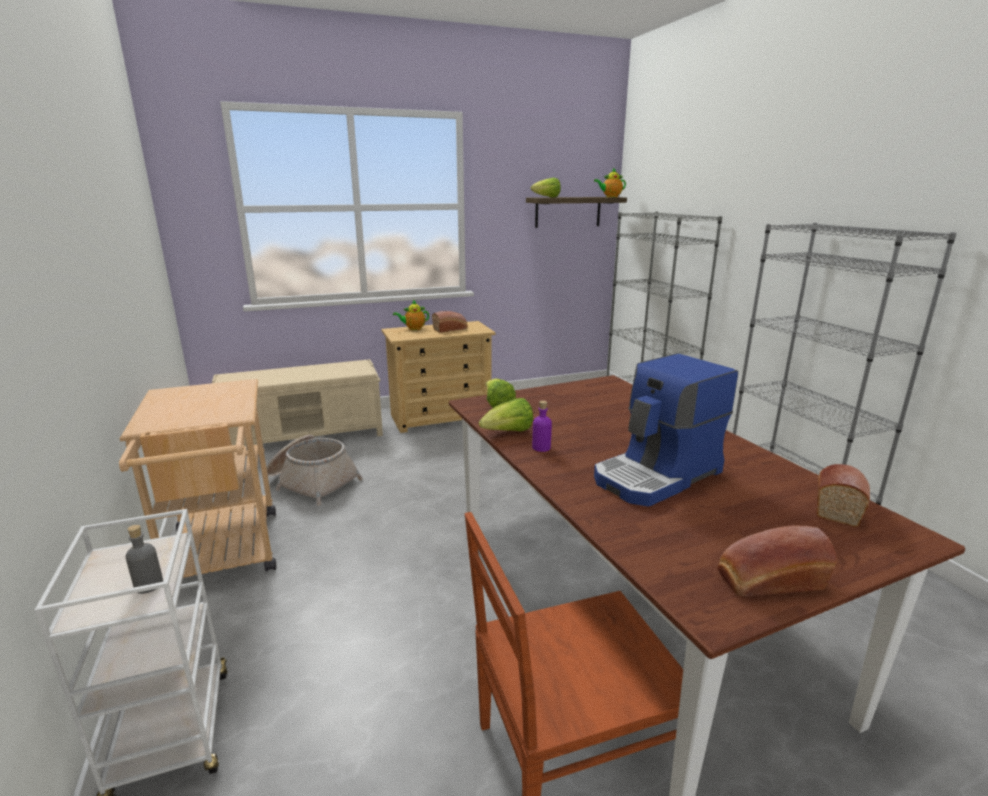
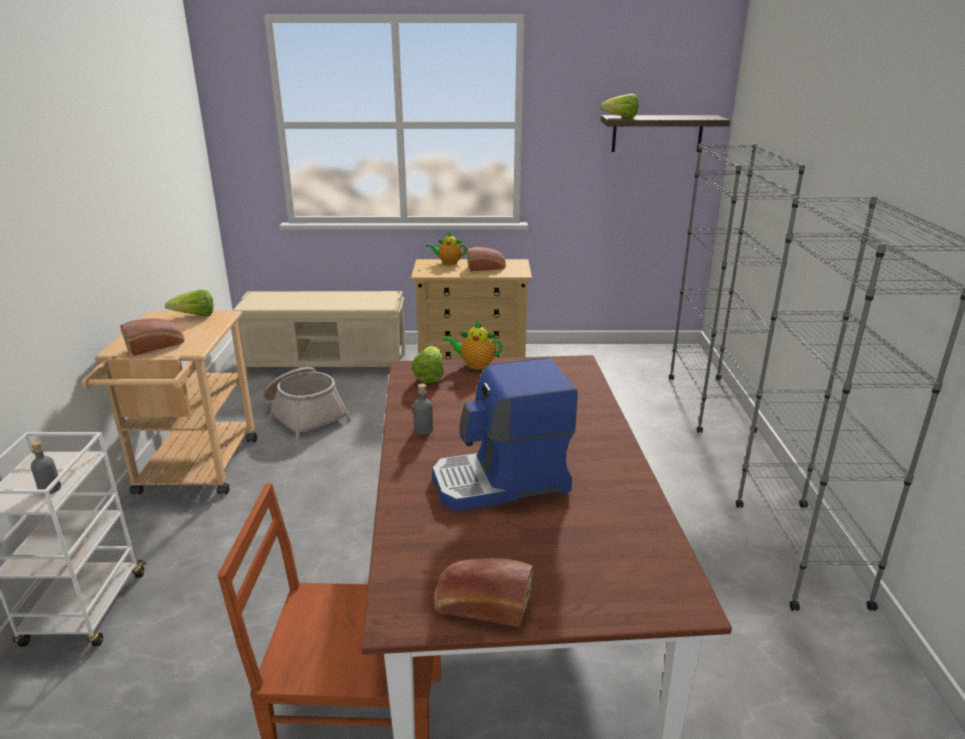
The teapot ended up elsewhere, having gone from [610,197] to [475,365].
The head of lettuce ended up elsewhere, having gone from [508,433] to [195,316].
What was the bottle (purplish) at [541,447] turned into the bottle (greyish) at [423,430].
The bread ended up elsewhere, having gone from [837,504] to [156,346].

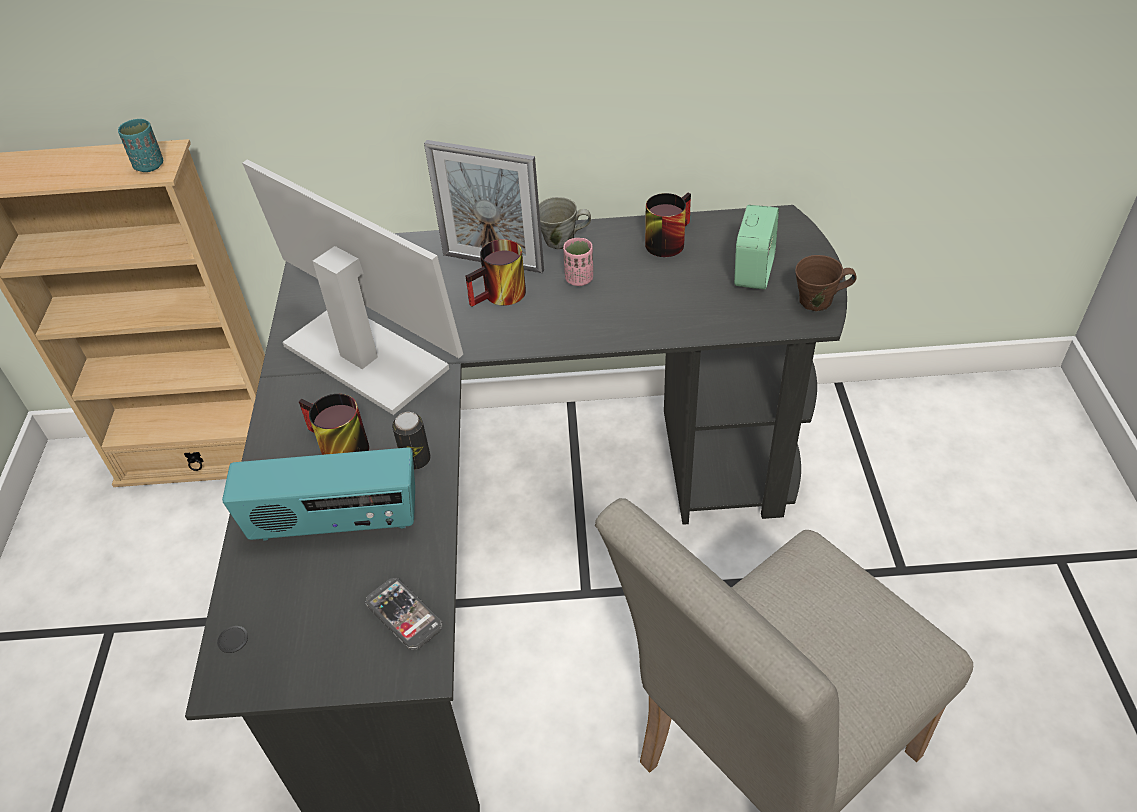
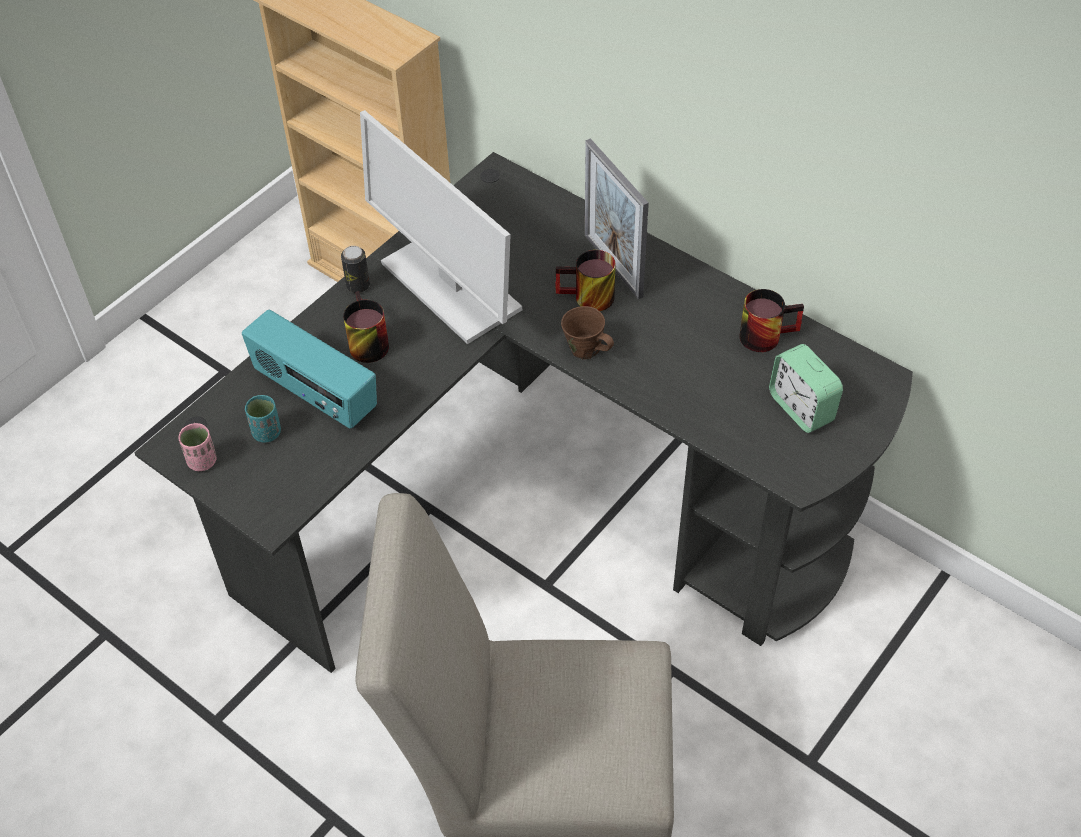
The drinking cup (turquoise-coloured) ended up elsewhere, having gone from [149,166] to [267,433].
The computer screen at [367,357] ended up facing another way, 150 degrees clockwise from before.
The second view lost the coffee mug (greyish) at [561,241].
The table clock at [753,271] ended up facing another way, 90 degrees clockwise from before.
The drinking cup (pink) ended up elsewhere, having gone from [579,279] to [202,461].
The coffee mug (brown) ended up elsewhere, having gone from [818,301] to [586,350].
The sealed can ended up elsewhere, having gone from [416,460] to [358,286].
The second view lost the phone at [404,615].

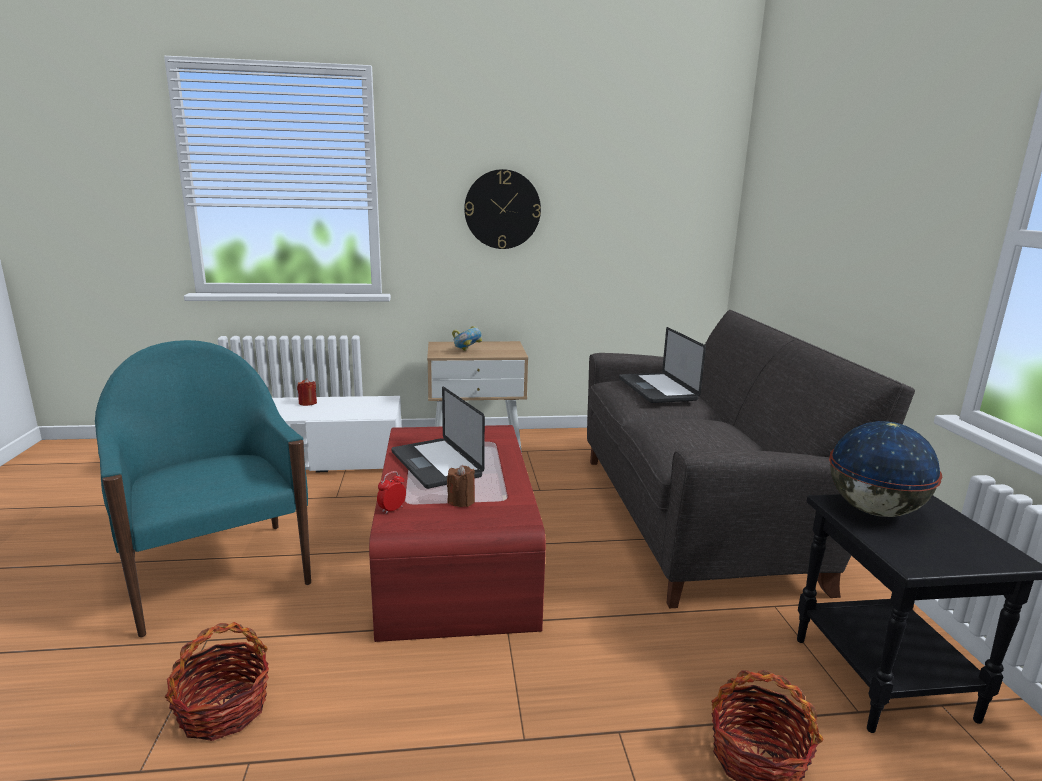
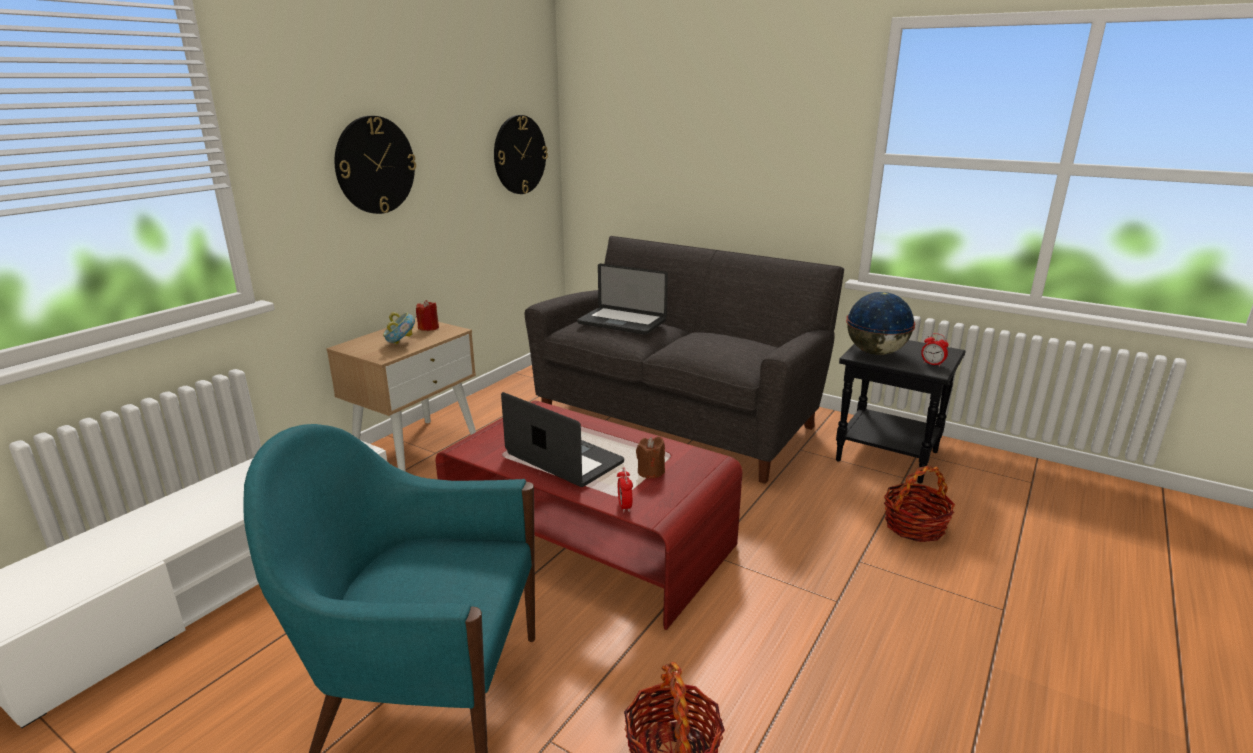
The candle (reddish) ended up elsewhere, having gone from [307,403] to [428,328].
The notebook computer at [436,464] ended up facing another way, 150 degrees counterclockwise from before.
The second view gained the wall clock at [519,155].
The second view gained the table clock at [932,364].

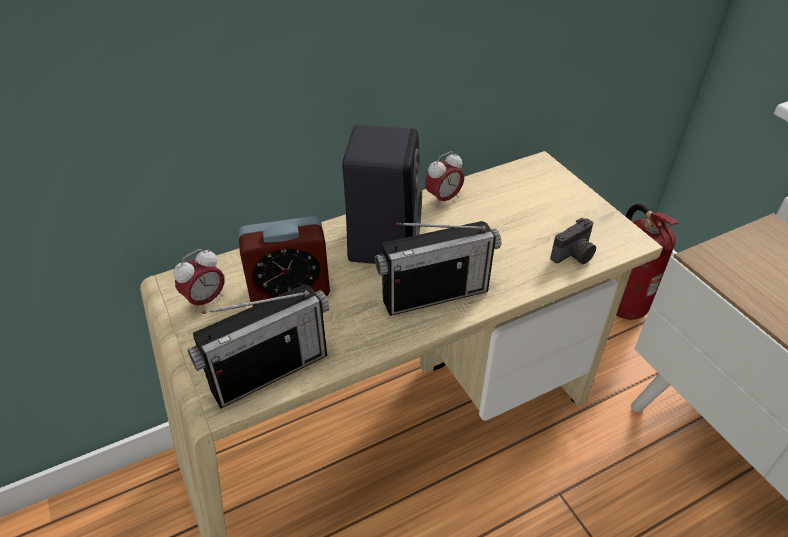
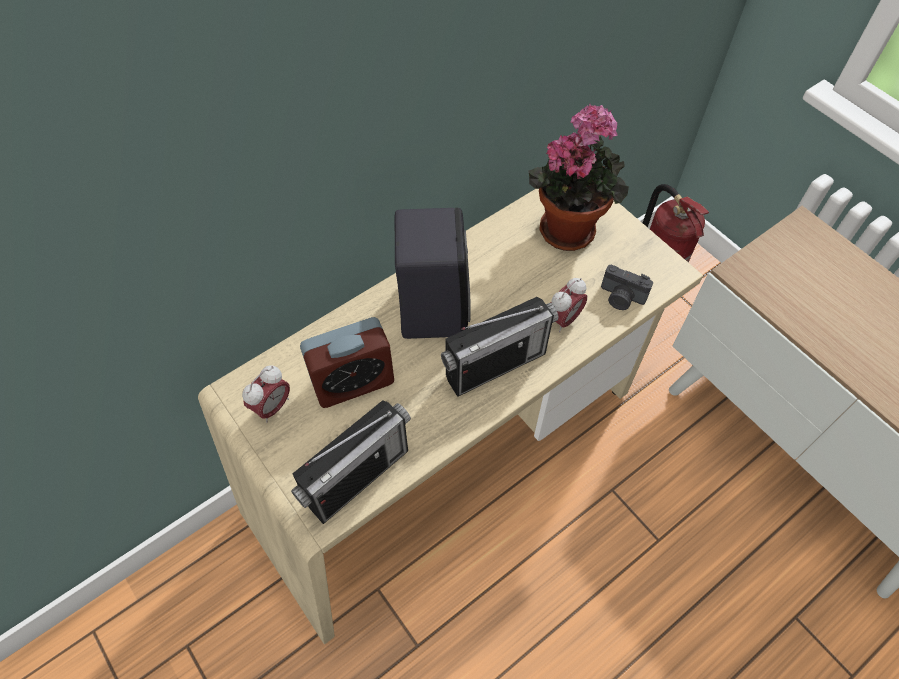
The table clock ended up elsewhere, having gone from [443,199] to [563,319].
The still camera at [574,255] ended up facing another way, 75 degrees clockwise from before.
The second view gained the plant in a pot at [569,226].

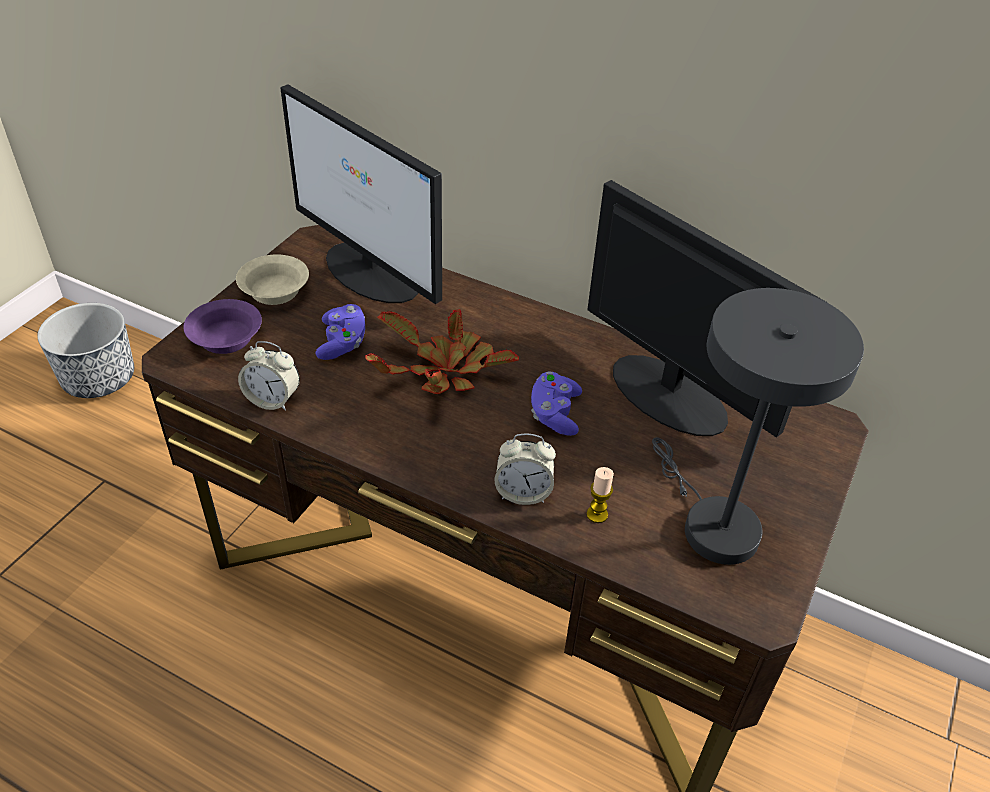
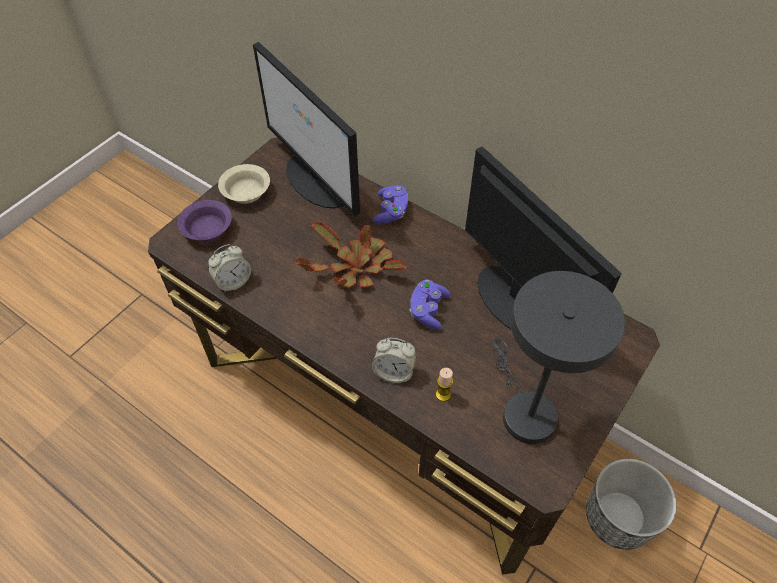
The planter ended up elsewhere, having gone from [98,379] to [617,518].
The game controller (purplish) ended up elsewhere, having gone from [342,343] to [391,212].
The table clock at [273,400] ended up facing another way, 60 degrees counterclockwise from before.

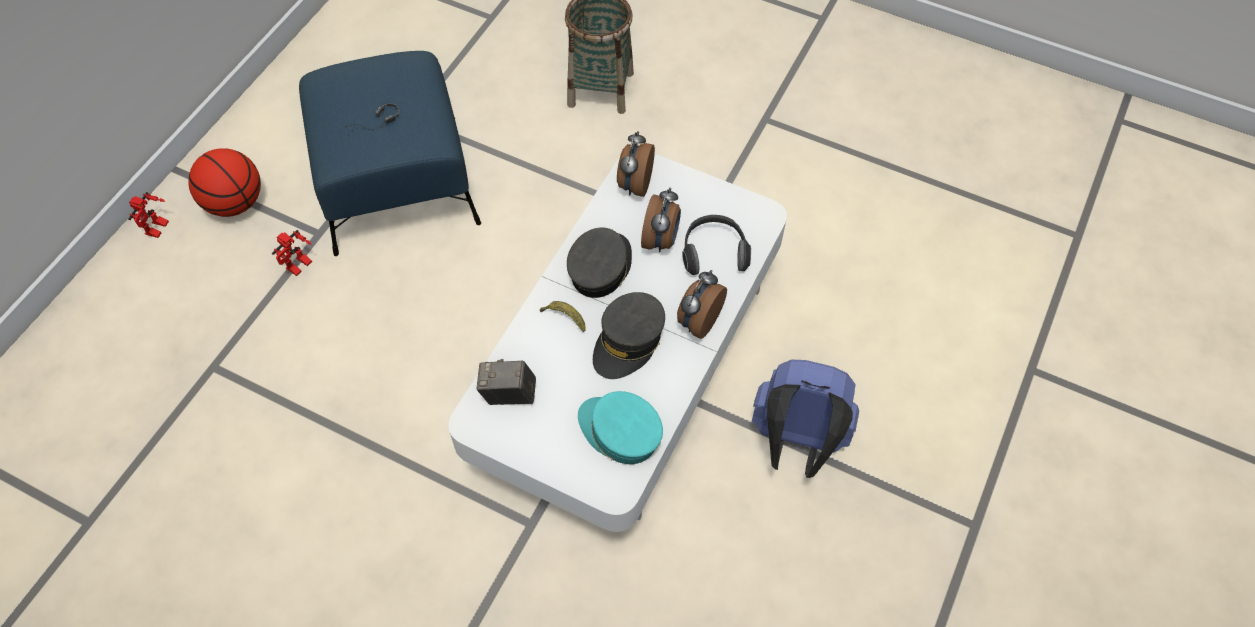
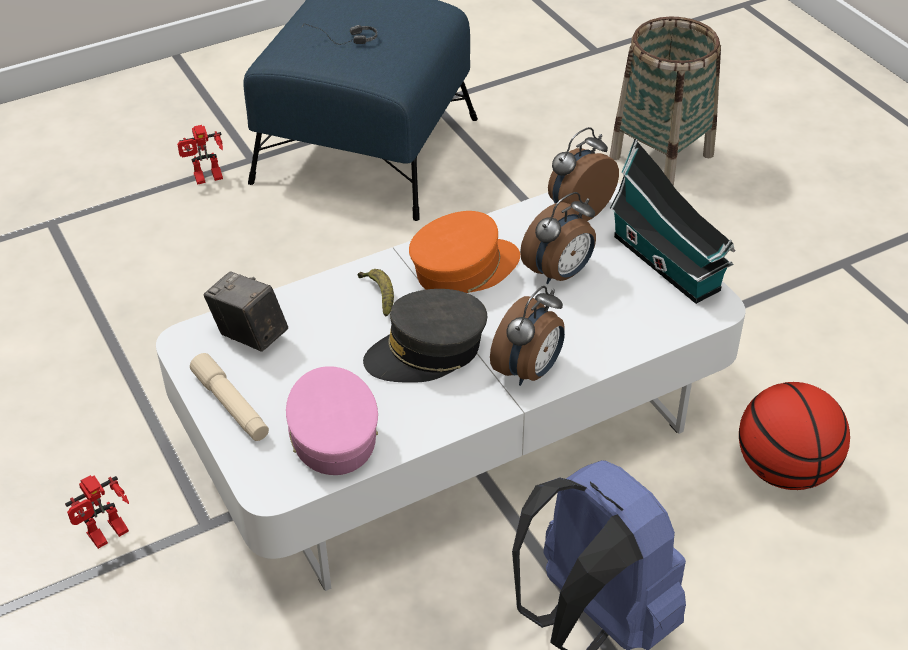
The basketball ended up elsewhere, having gone from [235,203] to [784,470].
The model robot ended up elsewhere, having gone from [158,230] to [107,537].
The second view lost the headphones at [714,253].
What was the peaked cap (greyish) at [600,268] turned into the peaked cap (orange) at [464,269].
The table clock at [698,321] ended up facing another way, 150 degrees clockwise from before.
What was the peaked cap (turquoise-coloured) at [619,433] turned into the peaked cap (pink) at [331,433].
The second view gained the toy house at [669,266].
The second view gained the flashlight (beige-coloured) at [231,405].

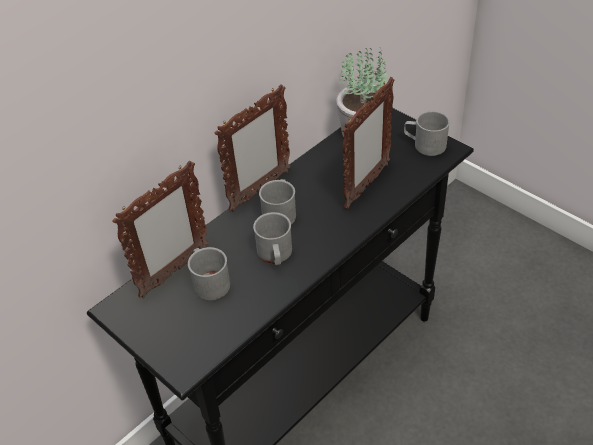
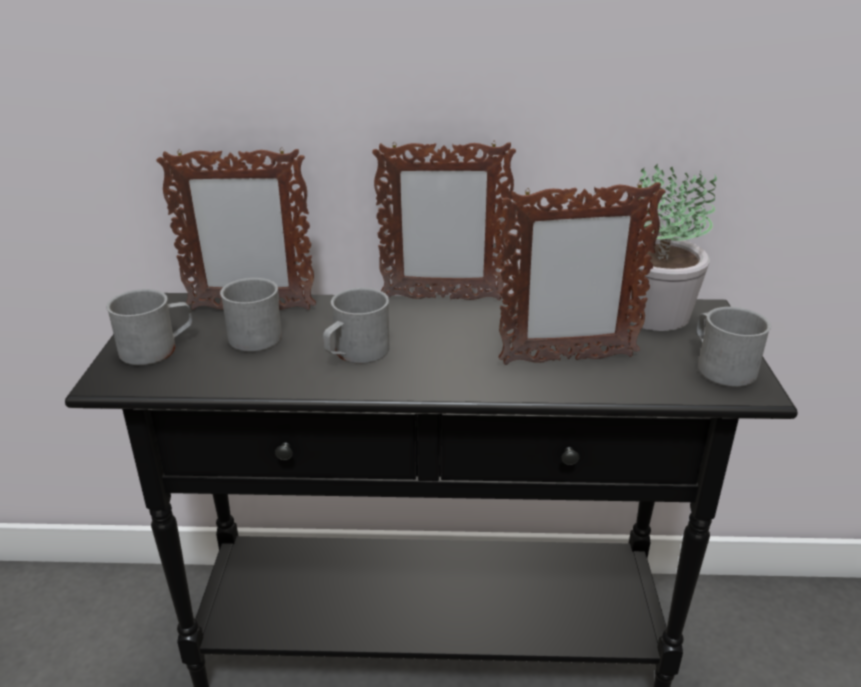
The coffee mug (greyish) ended up elsewhere, having gone from [280,213] to [157,348].

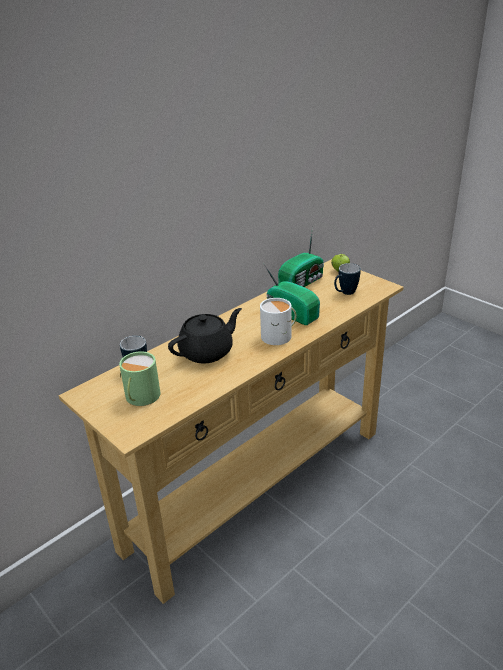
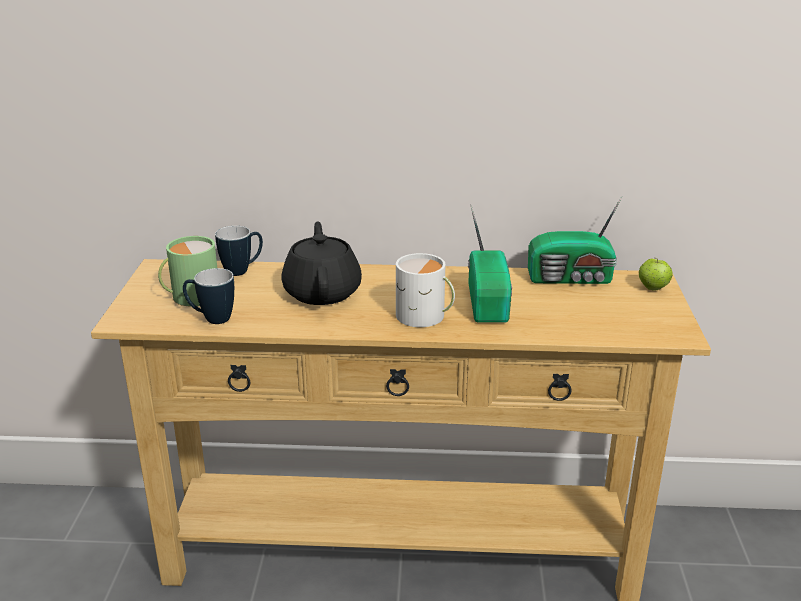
The coffee mug ended up elsewhere, having gone from [345,293] to [211,319].
The teapot (black) at [207,352] ended up facing another way, 105 degrees counterclockwise from before.

